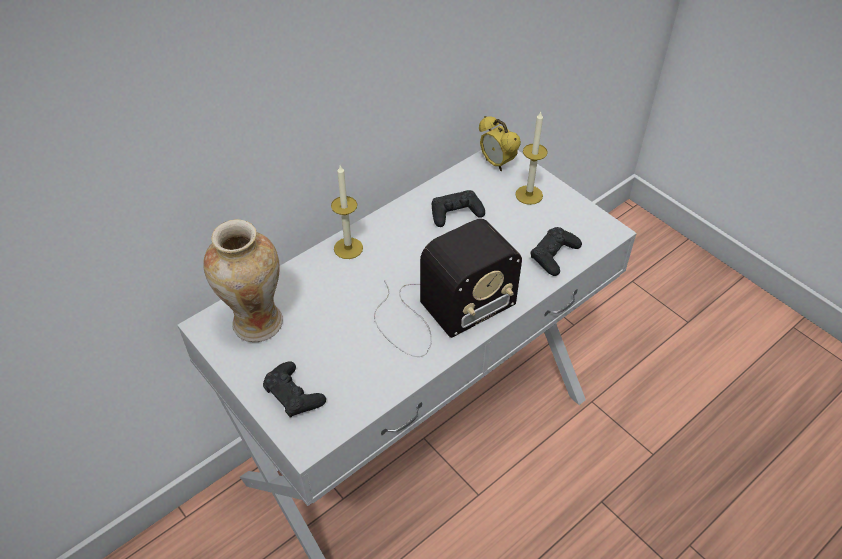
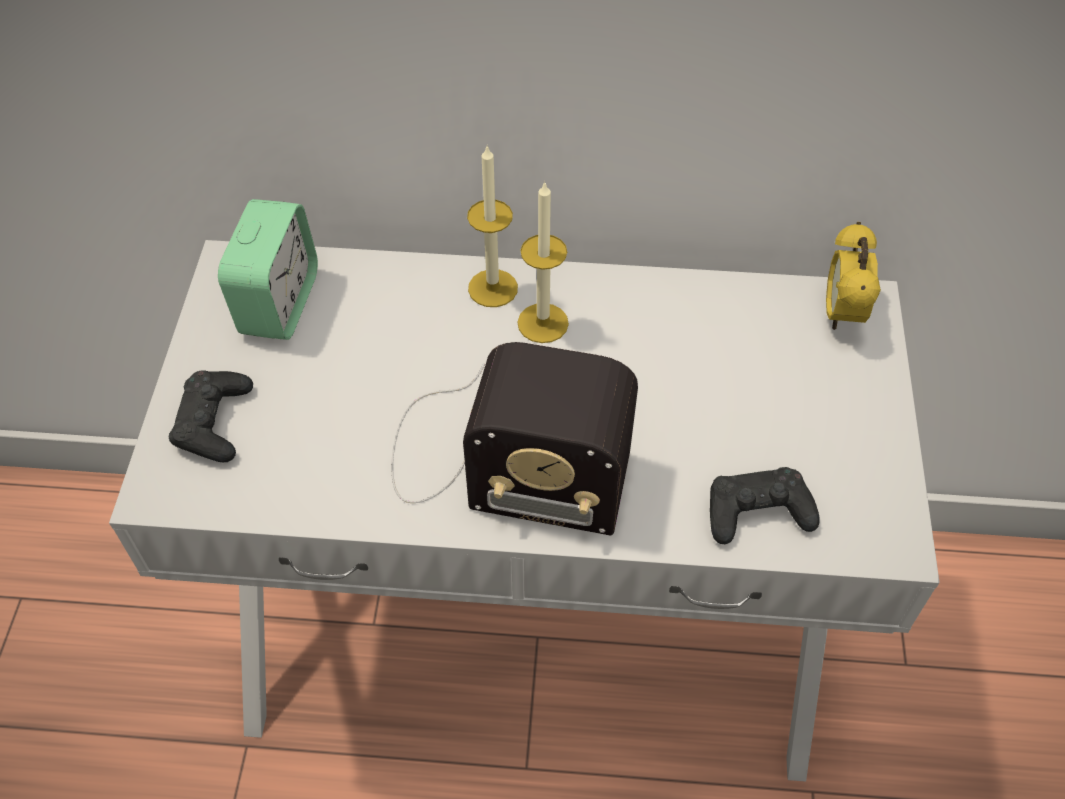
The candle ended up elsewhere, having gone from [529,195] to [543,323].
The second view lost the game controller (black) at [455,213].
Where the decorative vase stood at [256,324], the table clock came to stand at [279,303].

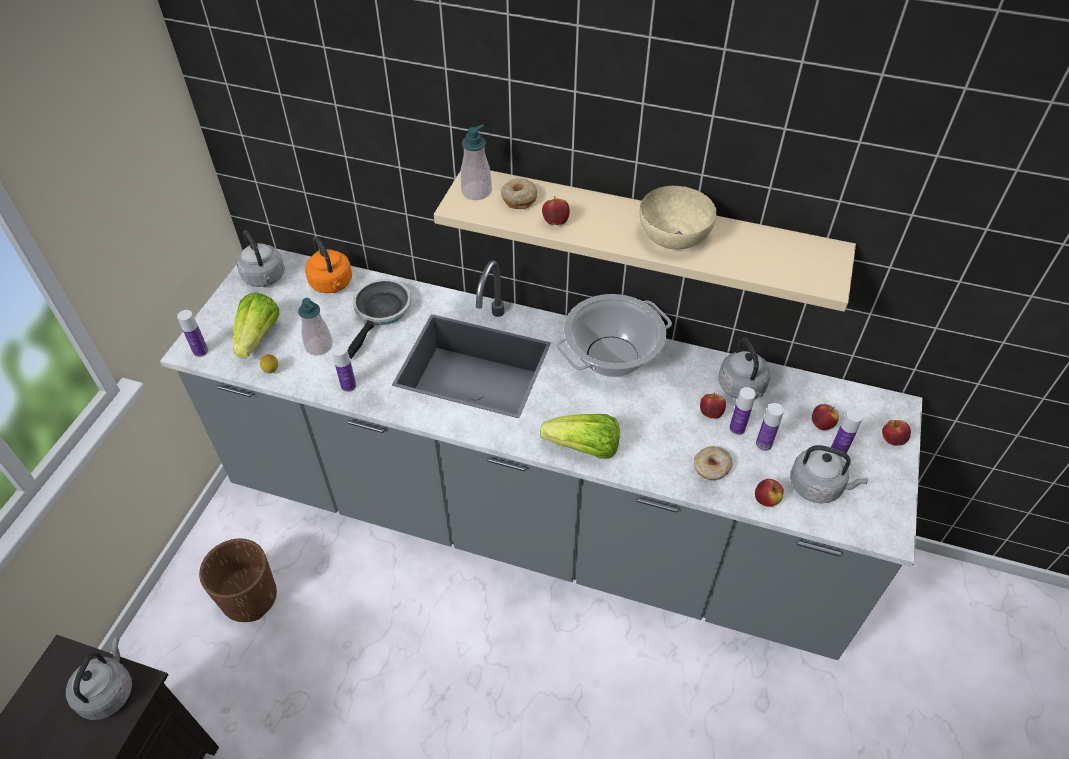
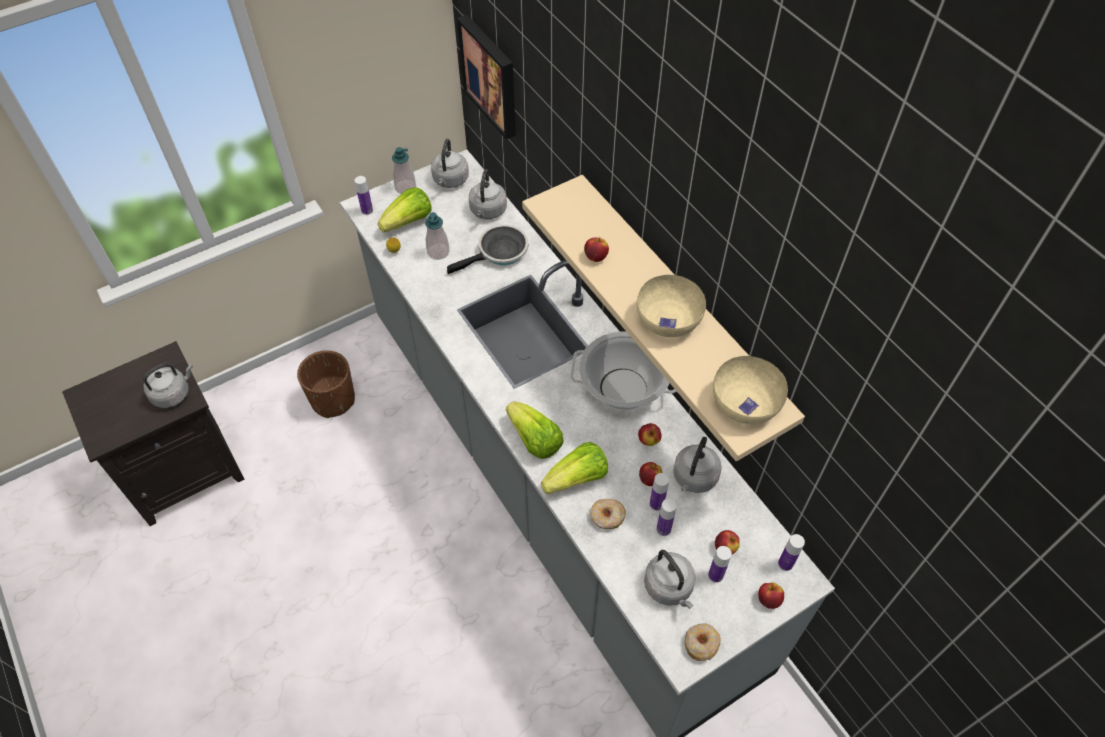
The soap bottle ended up elsewhere, having gone from [476,191] to [405,187].
The ring doughnut ended up elsewhere, having gone from [518,199] to [701,644].
What was the kettle (orange) at [332,284] turned into the kettle (greyish) at [487,211].
The bottle ended up elsewhere, having gone from [348,386] to [785,563].
The apple ended up elsewhere, having gone from [766,500] to [648,440].
The second view gained the wall art at [491,76].
The second view gained the deep dish (beige-coloured) at [745,403].
The second view gained the head of lettuce at [577,479].

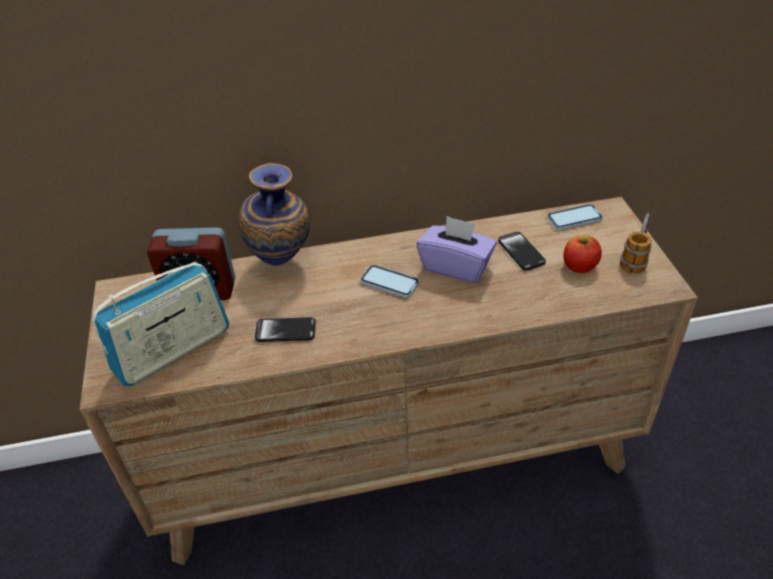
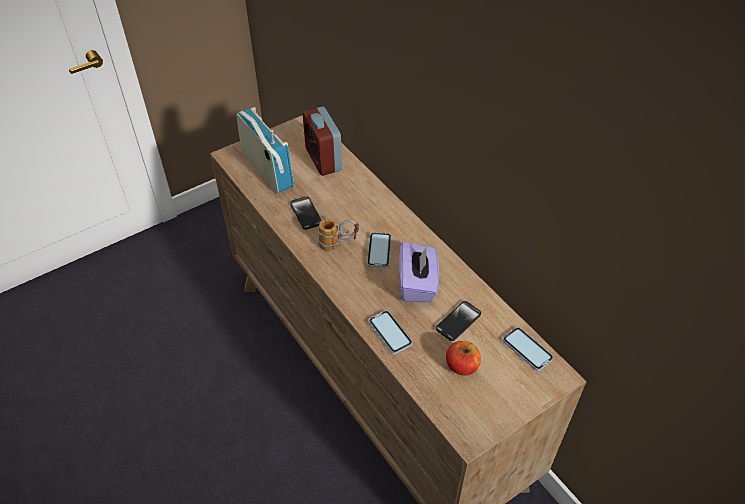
The second view lost the decorative vase at [282,264].
The coffee mug ended up elsewhere, having gone from [635,258] to [339,244].
The radio at [173,350] ended up facing another way, 150 degrees counterclockwise from before.
The second view gained the phone at [390,333].

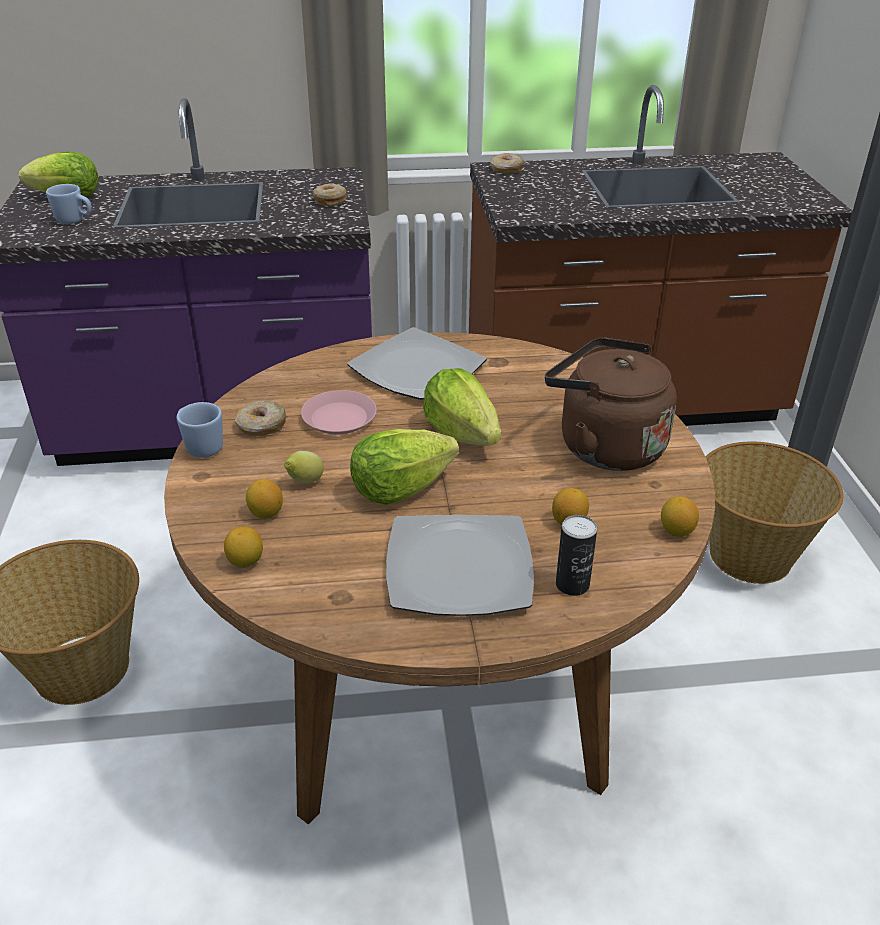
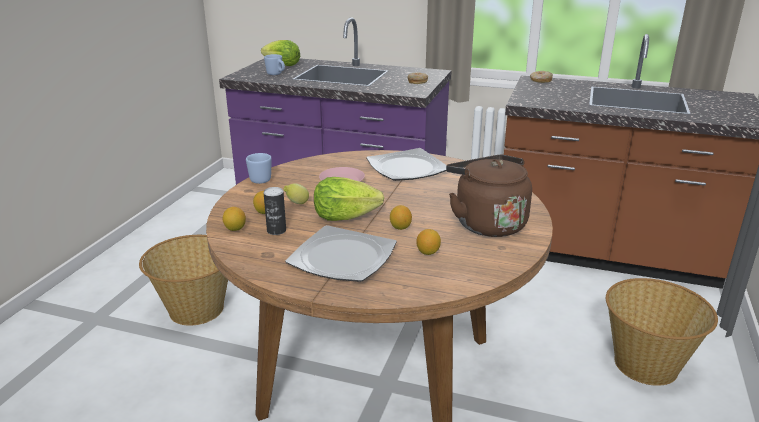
The second view lost the head of lettuce at [462,434].
The second view lost the ring doughnut at [261,426].
The whole lemon ended up elsewhere, having gone from [676,531] to [400,227].
The sealed can ended up elsewhere, having gone from [572,584] to [276,230].

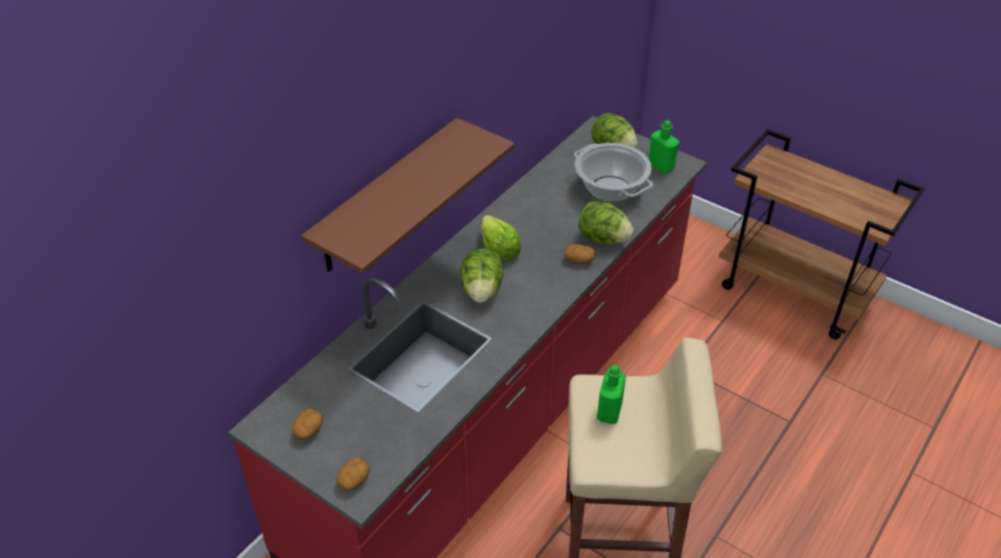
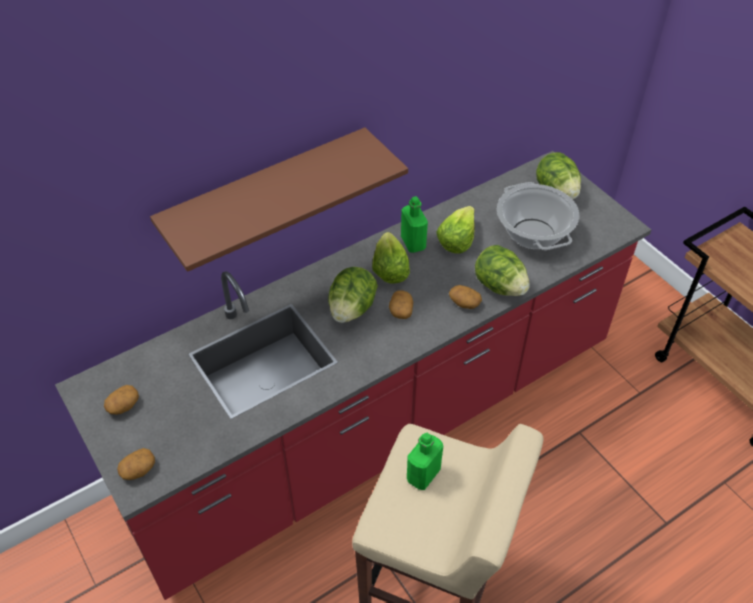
The bottle (green-coloured) ended up elsewhere, having gone from [661,166] to [413,243].
The second view gained the head of lettuce at [456,240].
The second view gained the whole potato at [400,310].

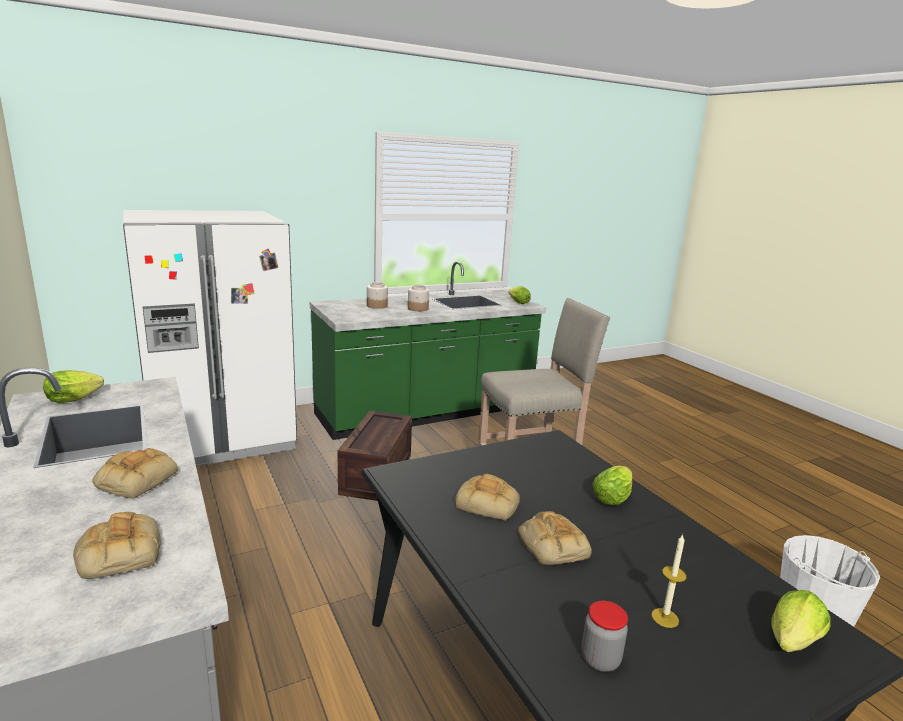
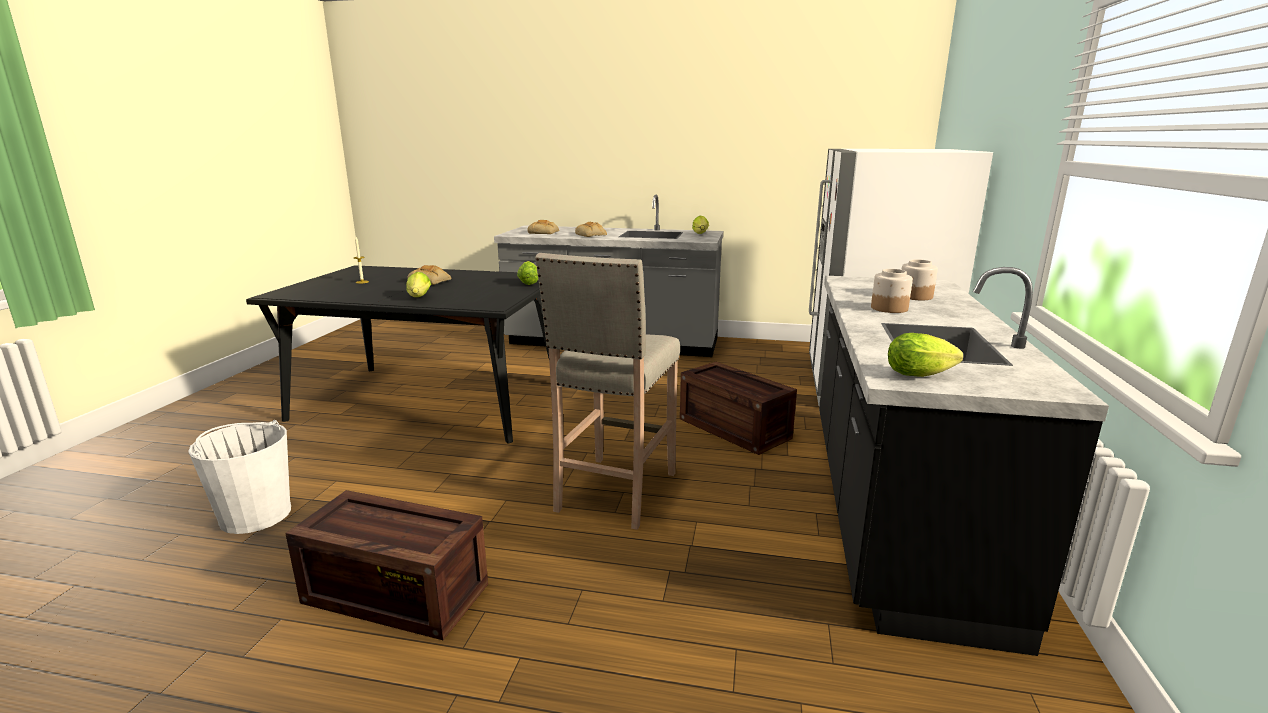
What was the kitchen base unit (green-coloured) at [426,412] turned into the kitchen base unit (black) at [892,508].
The second view lost the bread at [488,503].
The head of lettuce ended up elsewhere, having gone from [791,644] to [528,283].
The second view lost the storage jar at [600,659].
The second view gained the crate at [392,595].

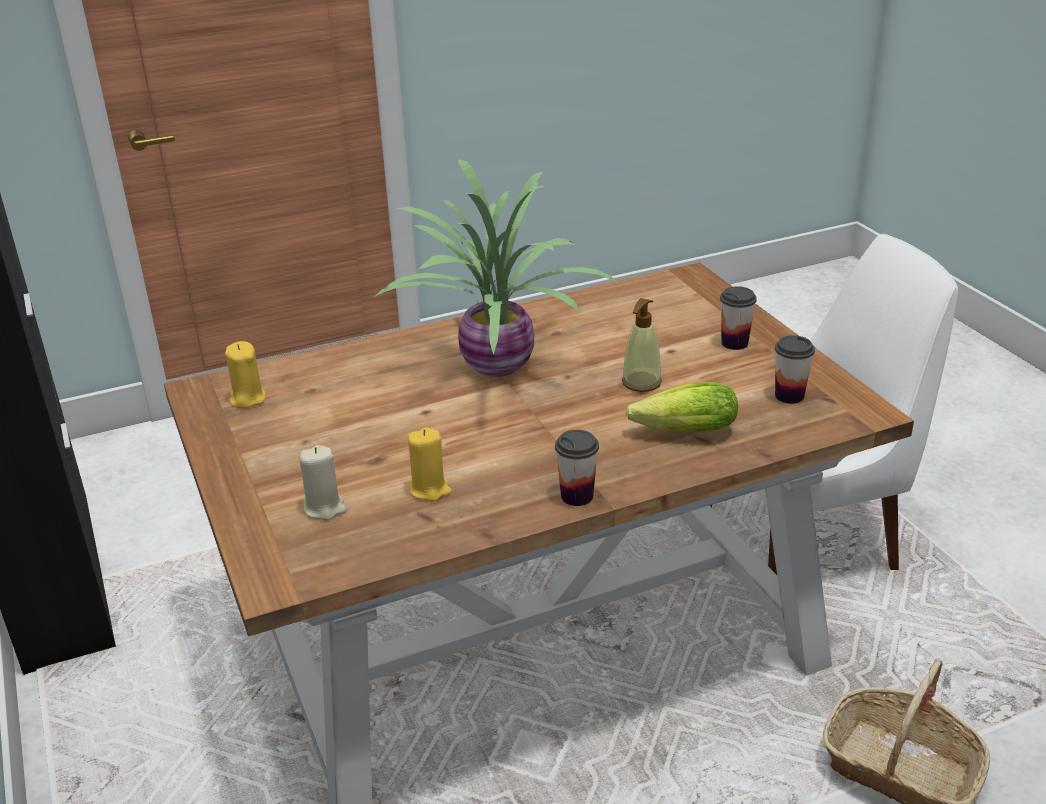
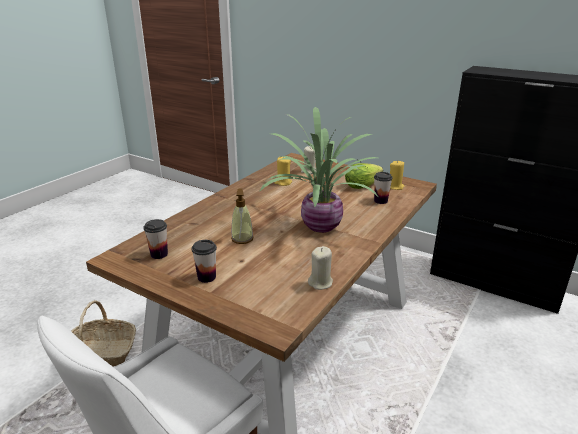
The head of lettuce ended up elsewhere, having gone from [680,432] to [364,184].
The drinking cup ended up elsewhere, having gone from [577,496] to [380,201].
The second view gained the candle (beige-coloured) at [320,283].

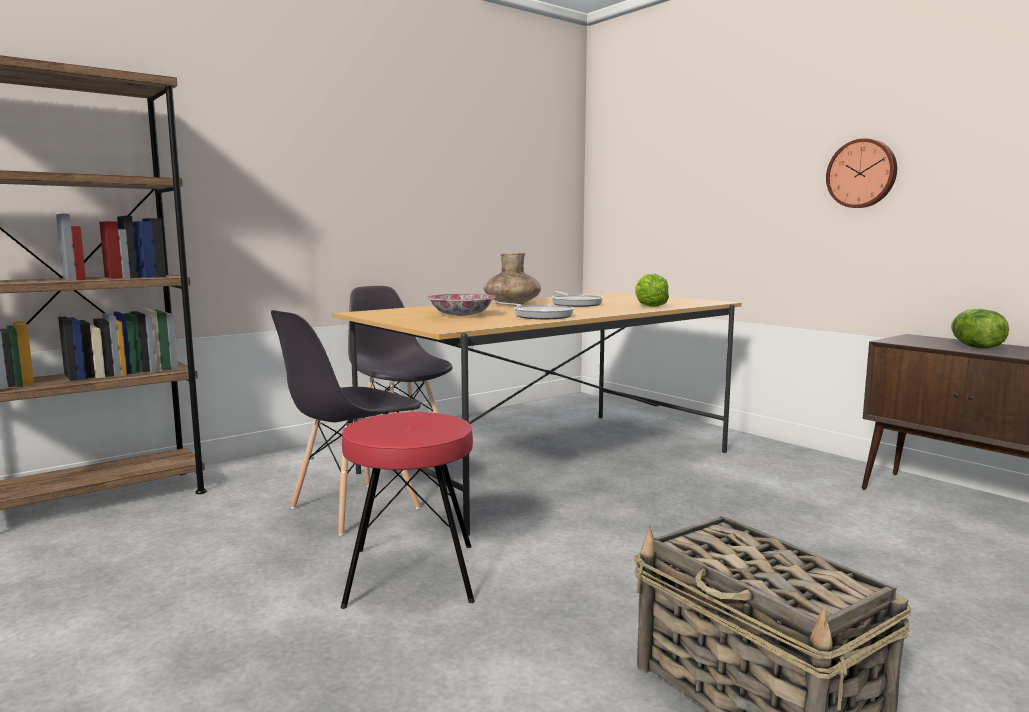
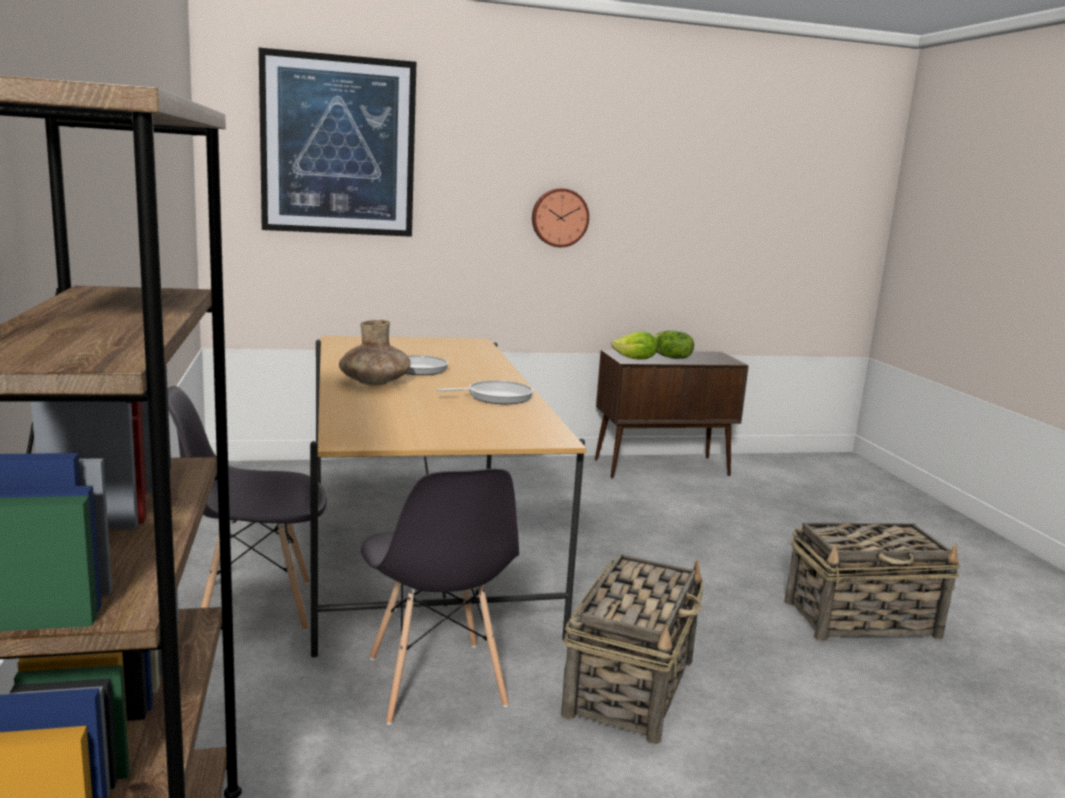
The head of lettuce ended up elsewhere, having gone from [649,307] to [635,359].
The second view lost the deep dish at [461,315].
Where the stool (reddish) stood at [412,574], the storage basket came to stand at [631,686].
The second view gained the wall art at [338,146].

